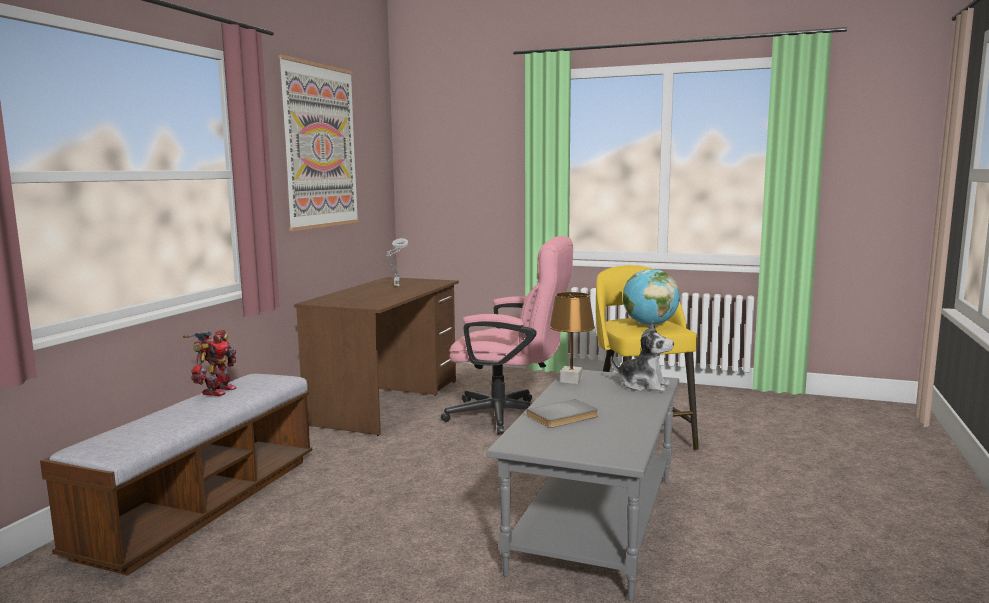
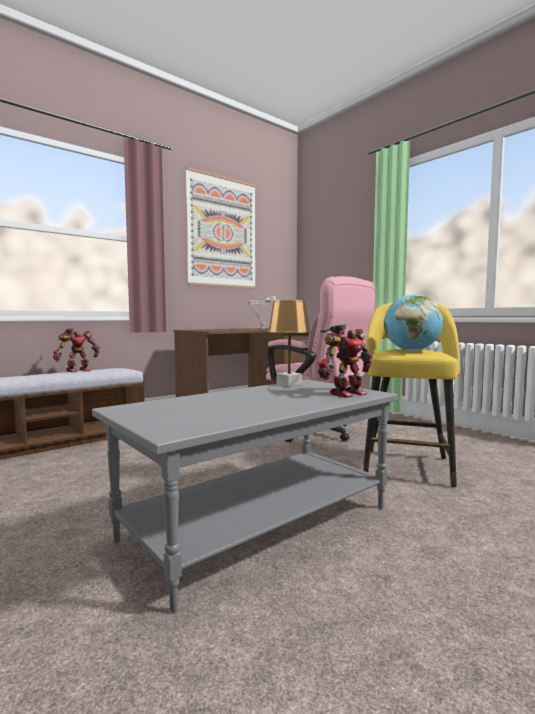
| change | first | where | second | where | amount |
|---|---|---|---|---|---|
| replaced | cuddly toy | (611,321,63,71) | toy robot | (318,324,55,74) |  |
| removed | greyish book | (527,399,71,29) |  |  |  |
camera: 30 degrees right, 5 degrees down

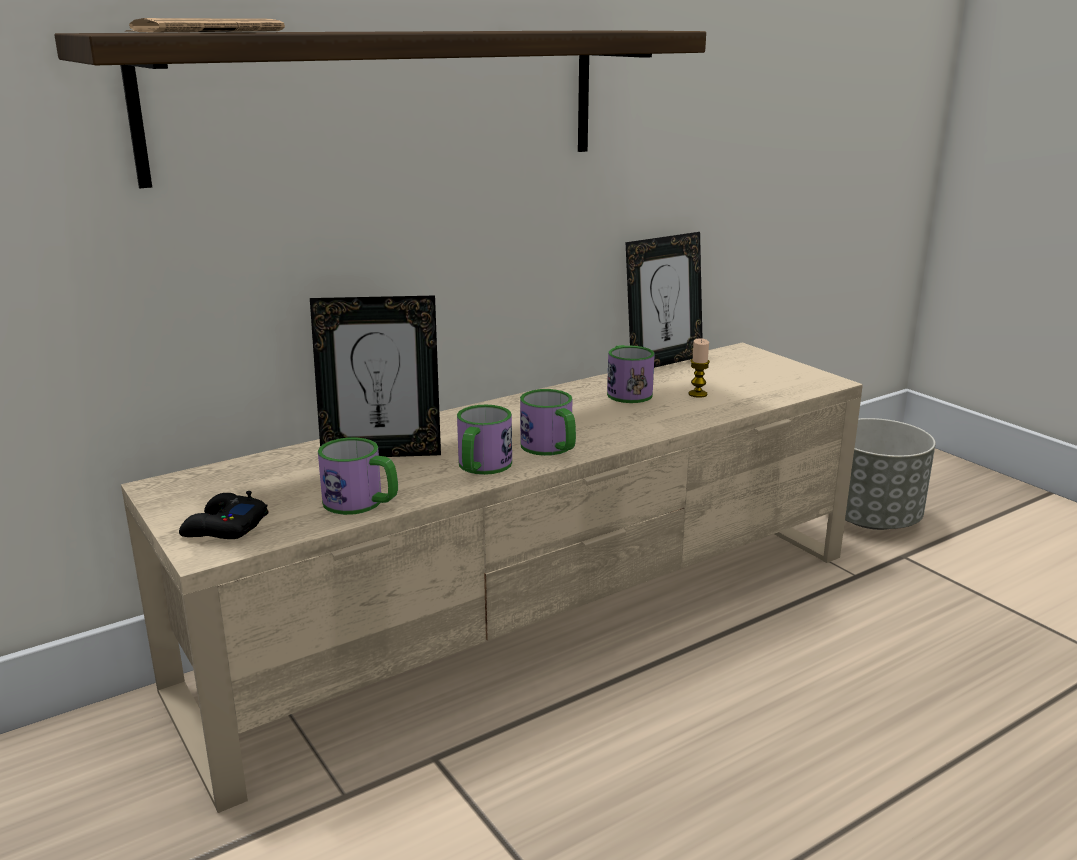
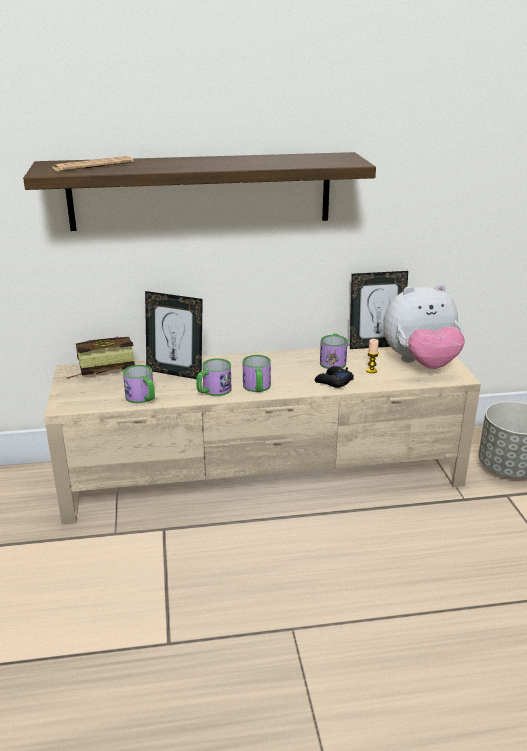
| change | first | where | second | where | amount |
|---|---|---|---|---|---|
| moved | black game controller | (179,491,89,48) |  | (315,366,39,22) |  |
| added |  |  | cuddly toy | (383,284,82,85) |  |
| added |  |  | book | (67,337,68,42) |  |
camera: 25 degrees right, 5 degrees up

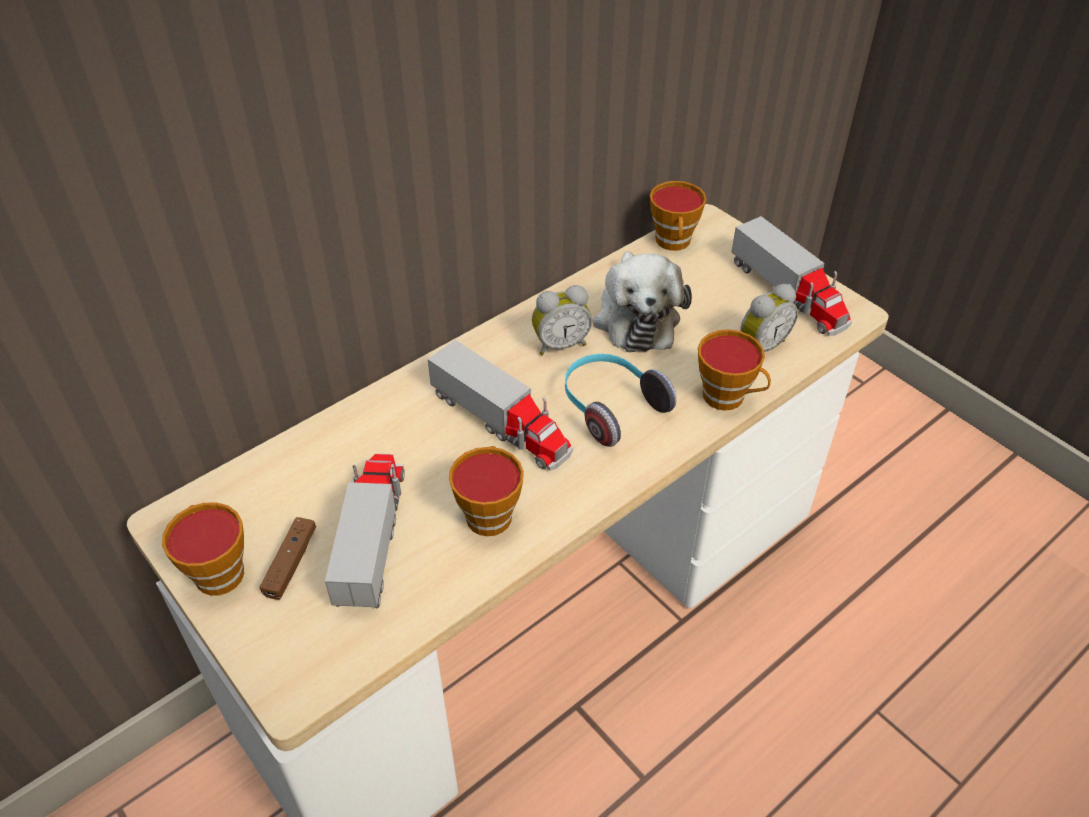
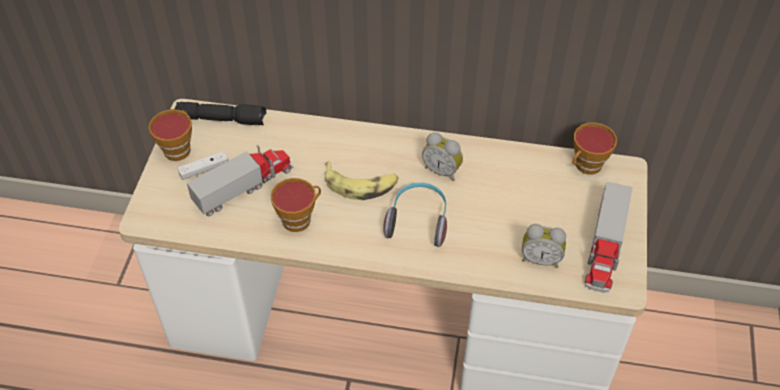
| change | first | where | second | where | amount |
|---|---|---|---|---|---|
| removed | cuddly toy | (593,251,99,101) |  |  |  |
| removed | drinking cup | (698,329,73,82) |  |  |  |
| replaced | model truck | (428,340,145,131) | banana fruit | (325,161,73,39) |  |
| recoloured | brown game controller | (260,517,56,83) | whitish game controller | (177,151,52,29) |  |
| added |  |  | black hand torch | (174,102,92,23) |  |
camera: 50 degrees right, 5 degrees up

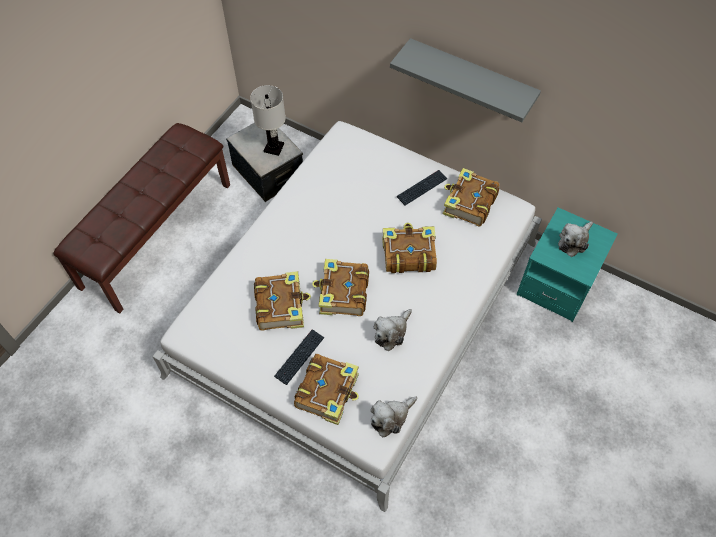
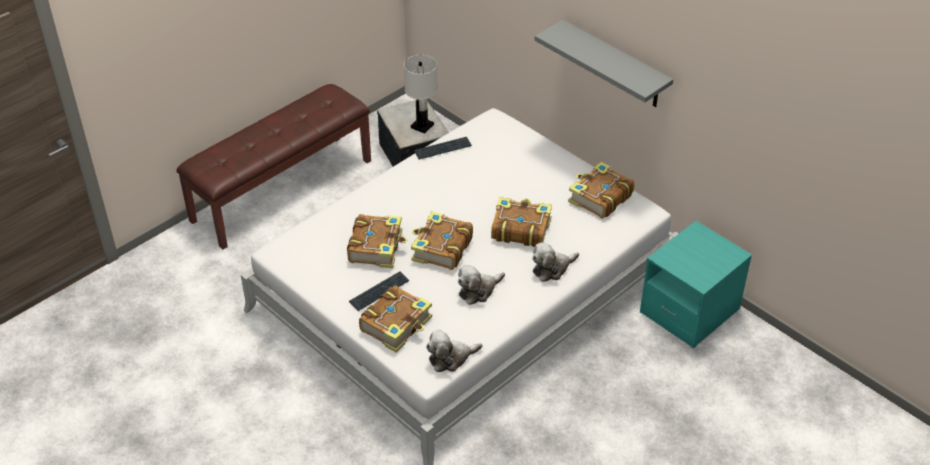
| change | first | where | second | where | amount |
|---|---|---|---|---|---|
| moved | PC keyboard | (397,170,50,35) |  | (414,137,58,23) |  |
| moved | cuddly toy | (558,221,35,36) |  | (532,242,47,40) |  |
camera: 15 degrees right, 15 degrees down

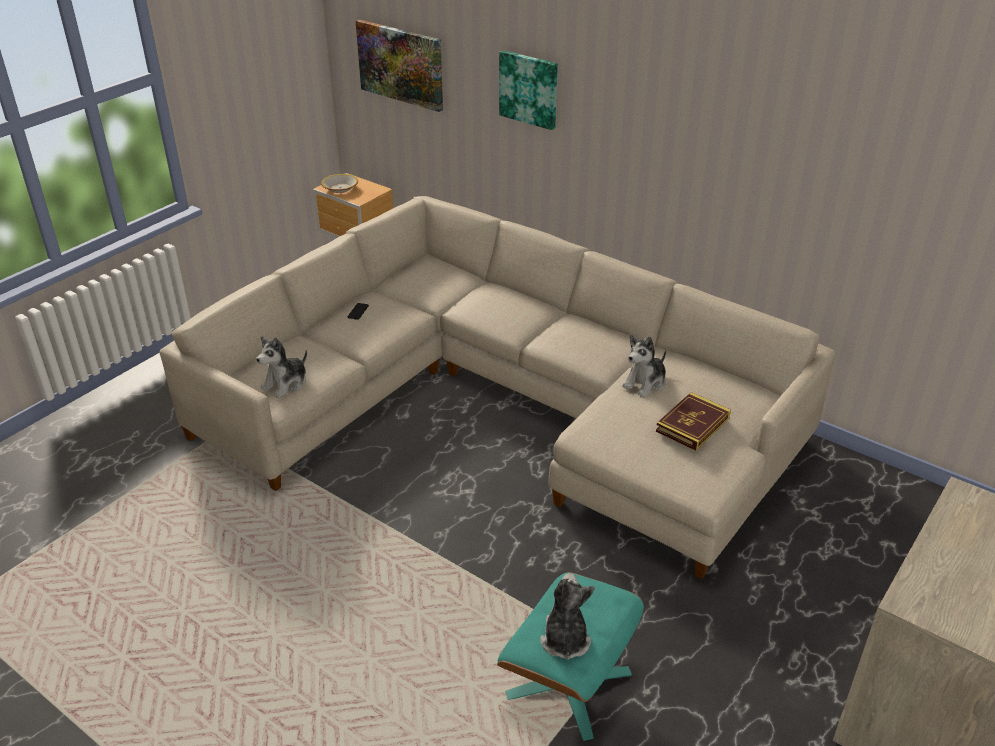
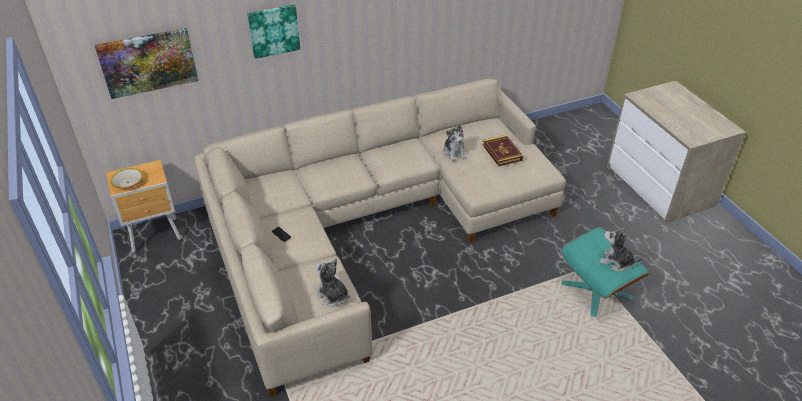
| change | first | where | second | where | amount |
|---|---|---|---|---|---|
| turned | cuddly toy | (256,336,51,62) |  | (314,258,36,49) | 150 degrees clockwise |
camera: 60 degrees left, 5 degrees up

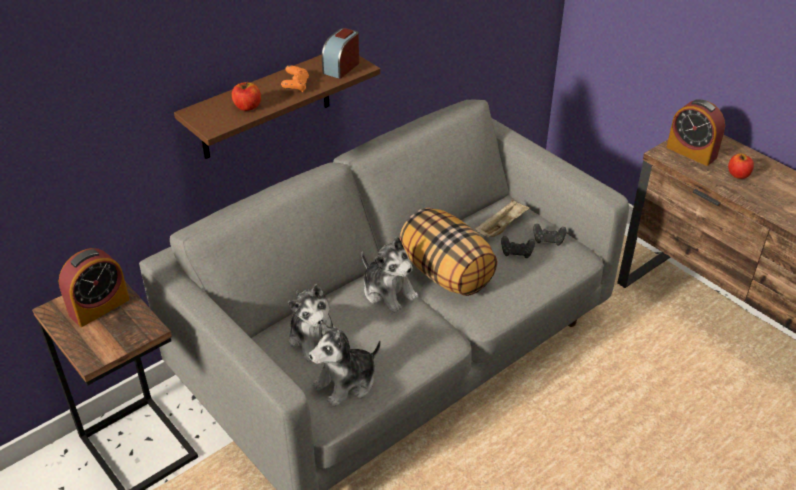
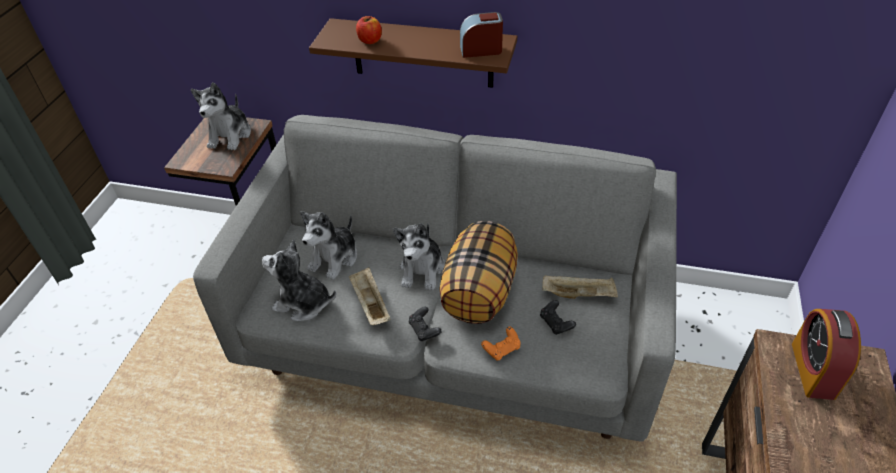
| change | first | where | second | where | amount |
|---|---|---|---|---|---|
| moved | orange-coloured game controller | (281,65,28,27) |  | (481,327,39,34) |  |
| removed | apple fruit | (728,153,26,26) |  |  |  |
| moved | black game controller | (533,224,34,22) |  | (409,307,32,34) |  |
| replaced | alarm clock | (59,248,71,79) | cuddly toy | (191,82,60,68) |  |
| added |  |  | beige carrying tray | (349,267,41,58) |  |
camera: 55 degrees right, 5 degrees up

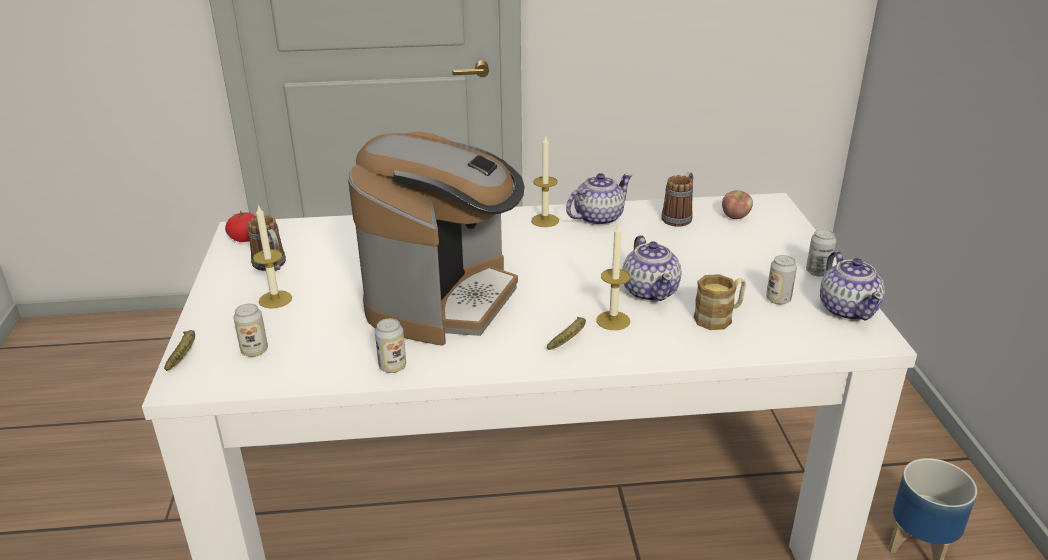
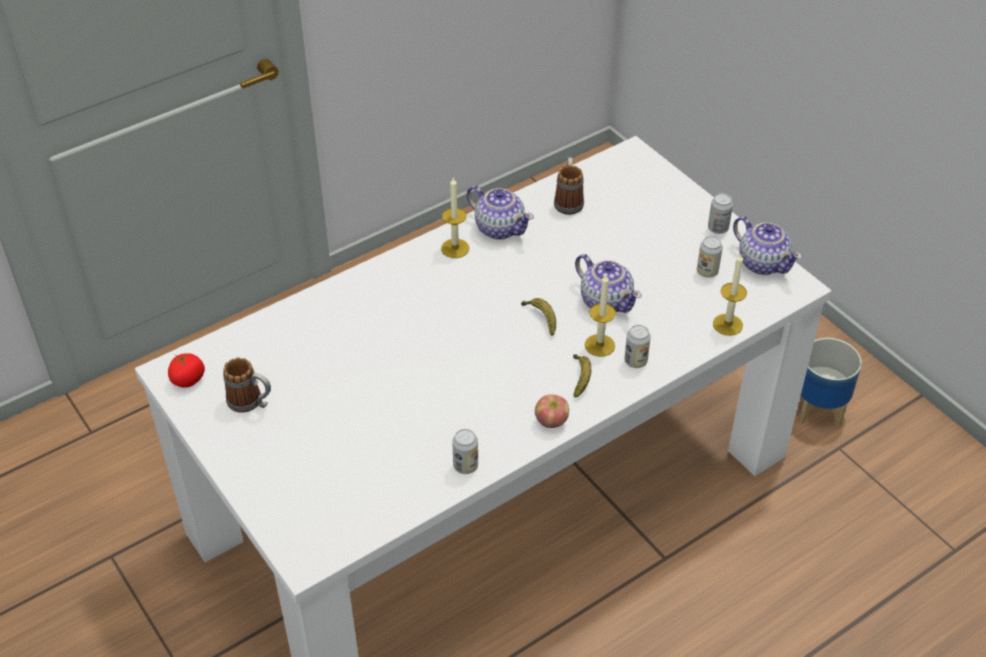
| change | first | where | second | where | amount |
|---|---|---|---|---|---|
| removed | coffee machine | (348,132,176,214) |  |  |  |
| turned | tea pot | (566,173,66,53) |  | (467,185,67,55) | 105 degrees clockwise |
| moved | apple fruit | (722,190,31,29) |  | (535,394,34,34) |  |
| moved | wax candle | (253,205,39,104) |  | (713,254,34,82) |  |
| removed | tea mug | (694,274,52,56) |  |  |  |
| moved | sealed can | (233,304,35,53) |  | (624,325,27,43) |  |
| moved | banana fruit | (164,330,31,41) |  | (521,298,35,38) |  |
camera: 30 degrees left, 15 degrees up

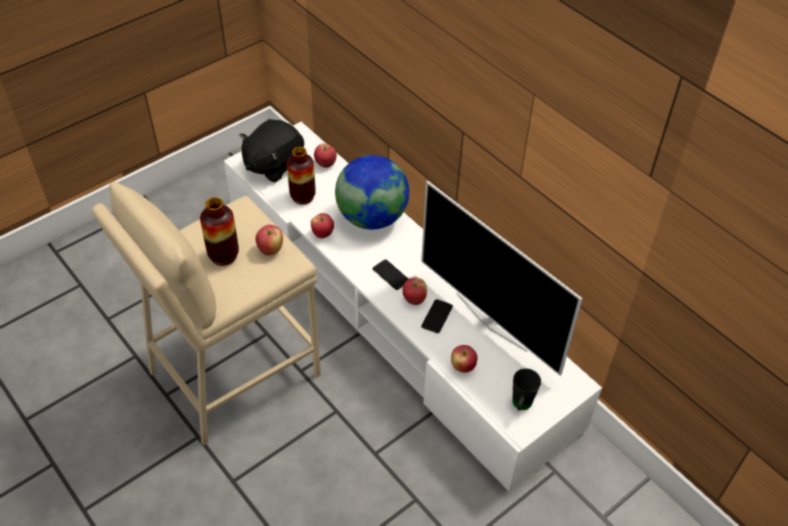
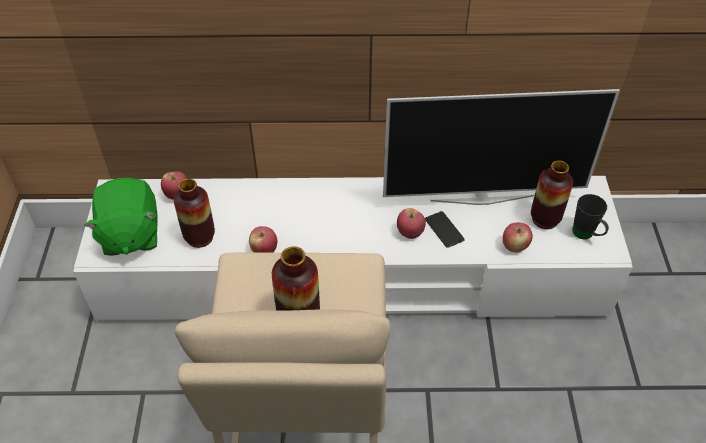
| change | first | where | second | where | amount |
|---|---|---|---|---|---|
| recoloured | black cuddly toy | (239,119,65,64) | green cuddly toy | (84,178,74,78) |  |
| removed | world globe | (335,155,74,74) |  |  |  |
| removed | apple fruit | (256,225,27,31) |  |  |  |
| removed | phone | (373,260,35,30) |  |  |  |
| added |  |  | decorative vase | (531,160,42,69) |  |
camera: 50 degrees left, 0 degrees up

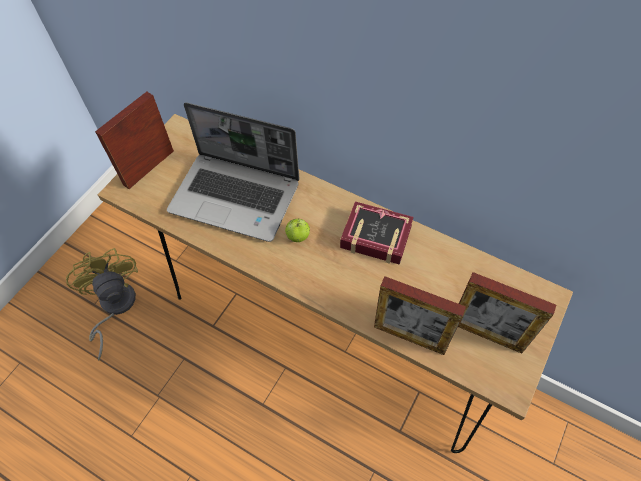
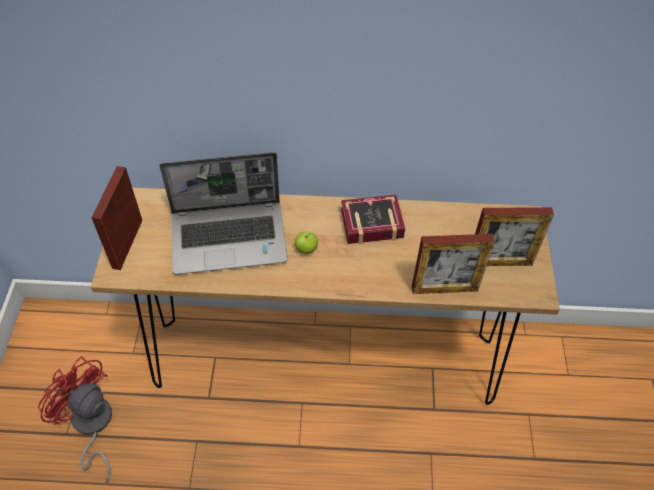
| change | first | where | second | where | amount |
|---|---|---|---|---|---|
| recoloured | yellow electric fan | (66,248,72,112) | reddish electric fan | (38,356,74,129) |  |
camera: 30 degrees left, 5 degrees down

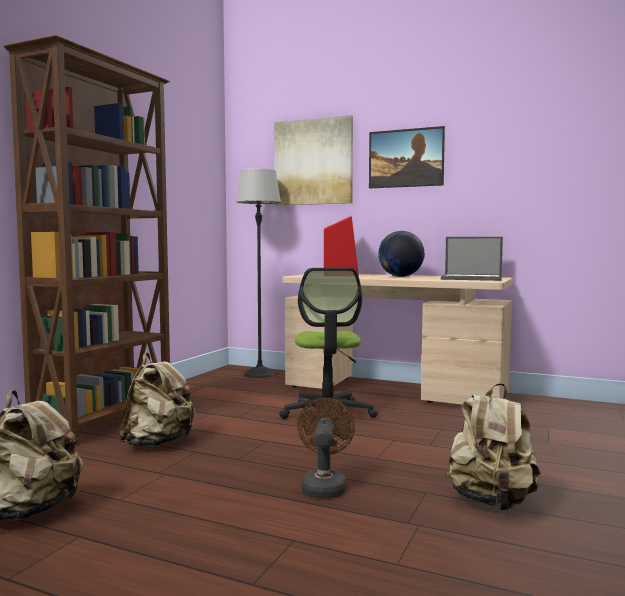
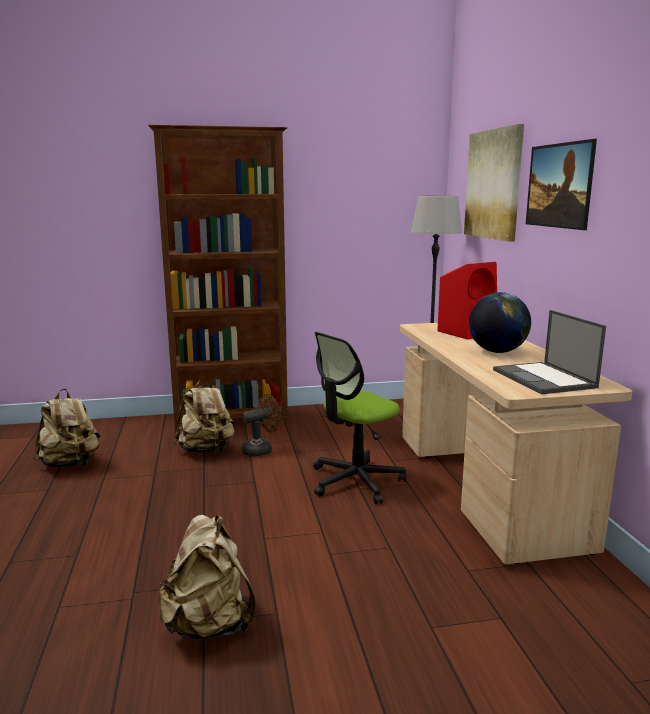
| change | first | where | second | where | amount |
|---|---|---|---|---|---|
| moved | brown electric fan | (297,398,58,100) |  | (242,394,39,63) |  |
camera: 55 degrees right, 10 degrees up

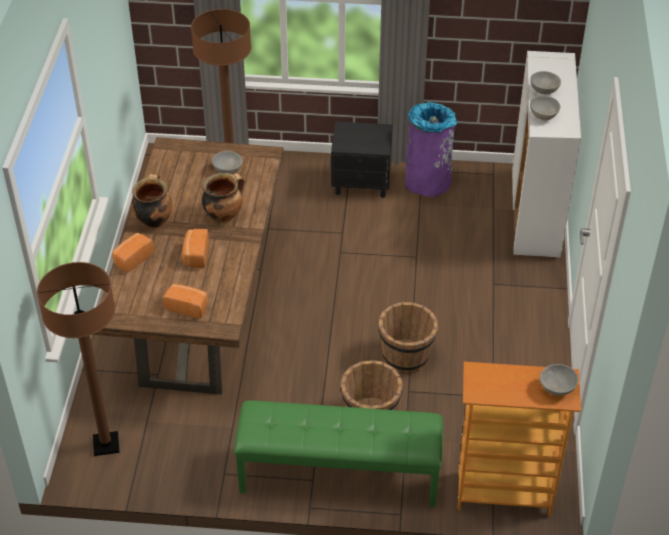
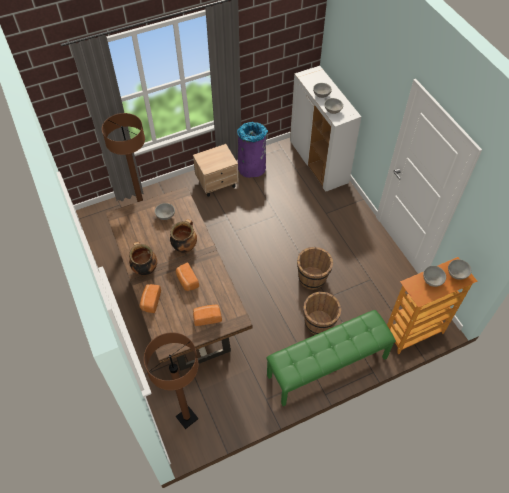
| change | first | where | second | where | amount |
|---|---|---|---|---|---|
| recoloured | black night table | (331,121,62,77) | beige night table | (193,144,46,53) |  |
| added |  |  | greyish serving bowl | (423,266,23,21) |  |
camera: 30 degrees left, 10 degrees up

